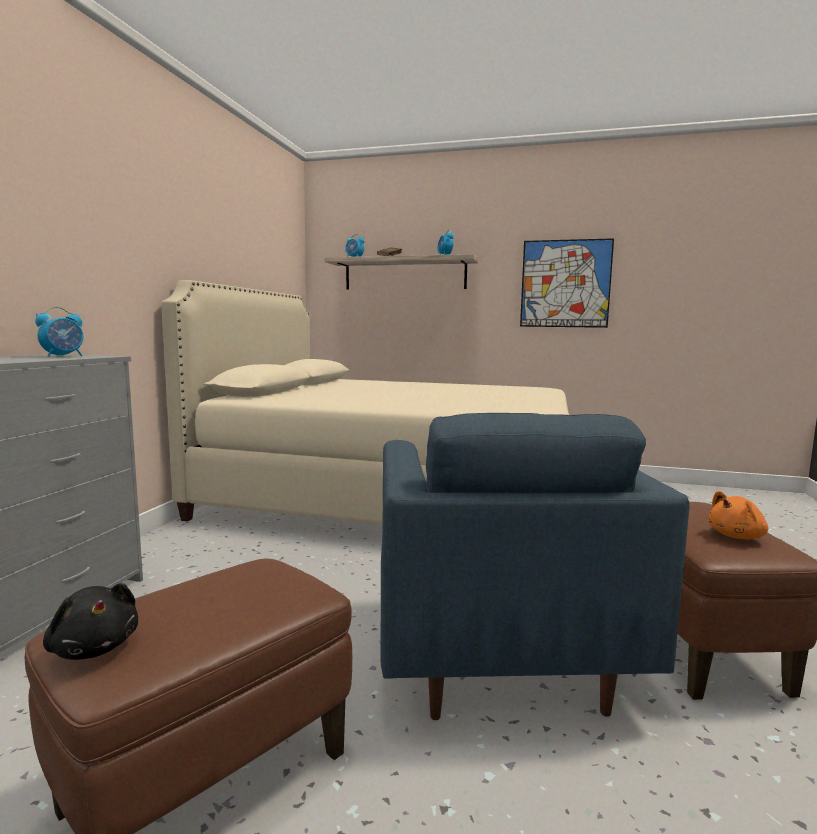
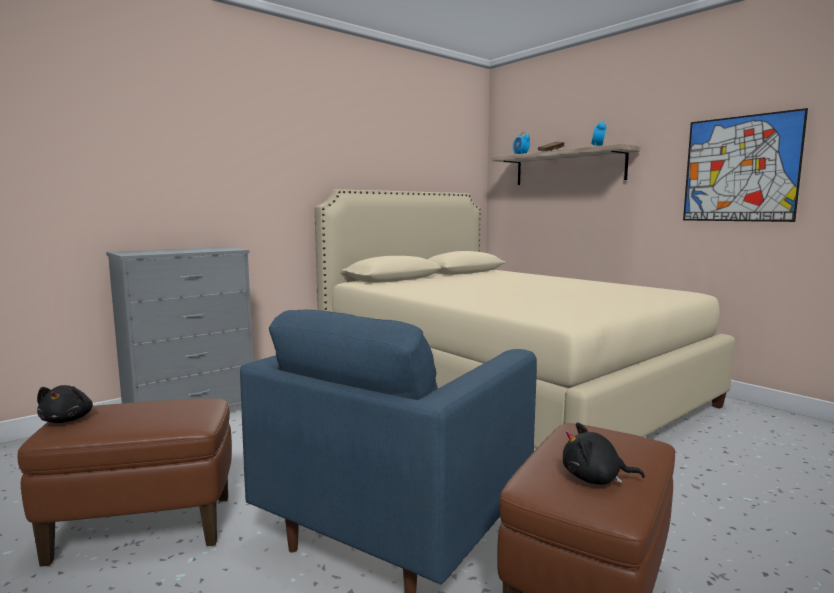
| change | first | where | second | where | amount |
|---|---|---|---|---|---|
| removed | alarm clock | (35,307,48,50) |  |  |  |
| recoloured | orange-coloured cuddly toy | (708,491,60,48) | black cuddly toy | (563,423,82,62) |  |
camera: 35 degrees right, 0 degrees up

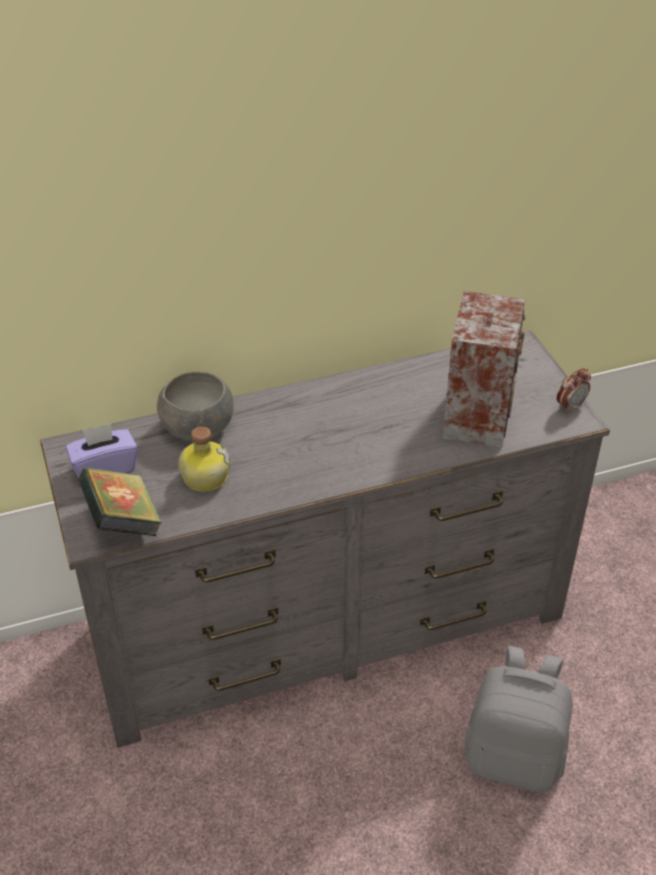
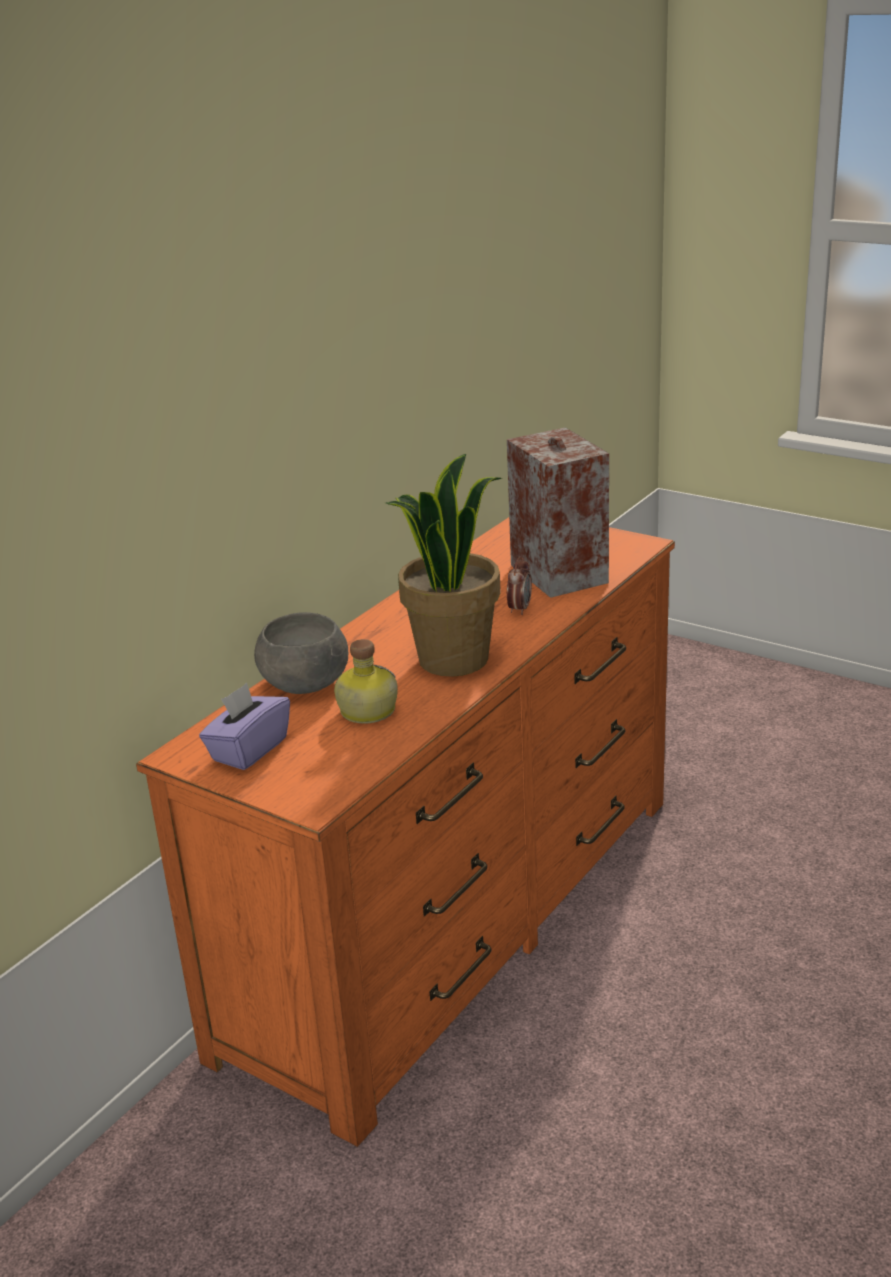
| change | first | where | second | where | amount |
|---|---|---|---|---|---|
| recoloured | greyish dresser | (40,331,570,417) | orange-coloured dresser | (136,517,539,630) |  |
| moved | alarm clock | (557,368,34,46) |  | (507,556,25,59) |  |
| removed | book | (78,468,84,68) |  |  |  |
| removed | greyish rucksack | (464,646,109,146) |  |  |  |
| added |  |  | plant in a pot | (386,454,116,223) |  |
camera: 35 degrees left, 15 degrees down

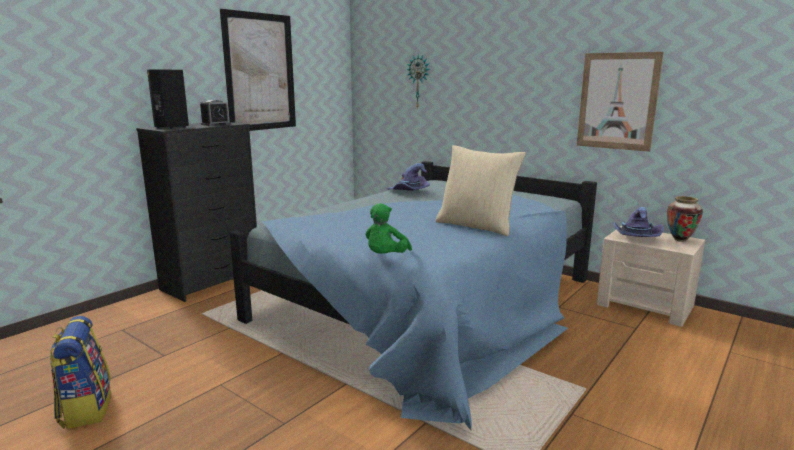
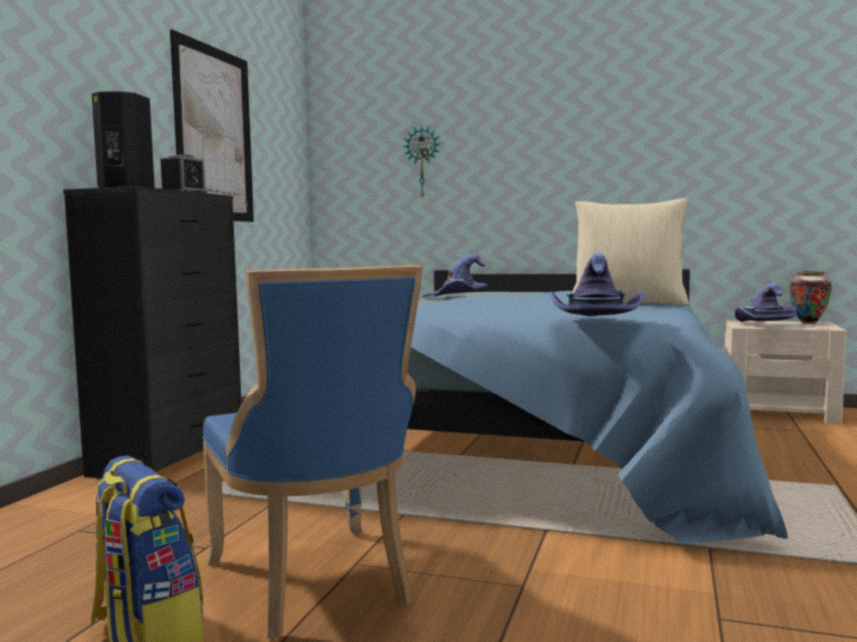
| change | first | where | second | where | amount |
|---|---|---|---|---|---|
| removed | picture | (577,52,87,100) |  |  |  |
| replaced | green cuddly toy | (365,203,47,51) | purplish wearable hat | (549,253,97,64) |  |
| added |  |  | blue-coloured plain chair | (202,265,221,374) |  |
camera: 20 degrees left, 10 degrees down

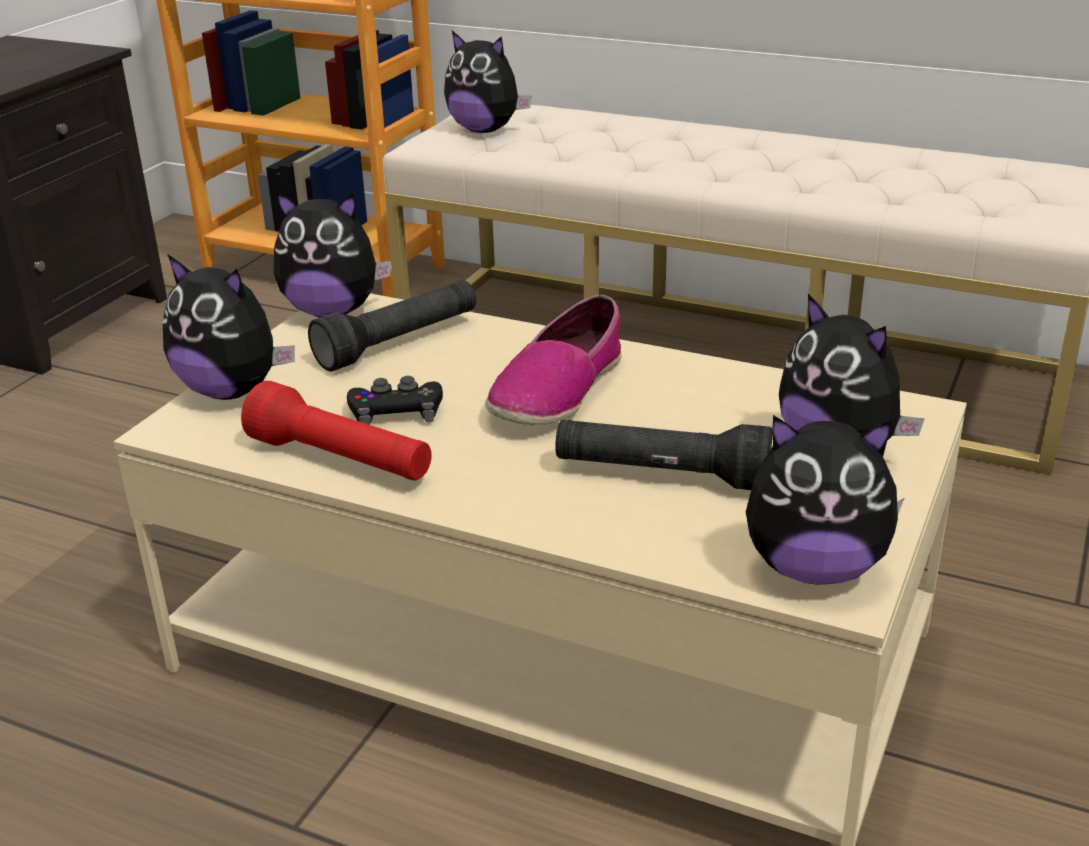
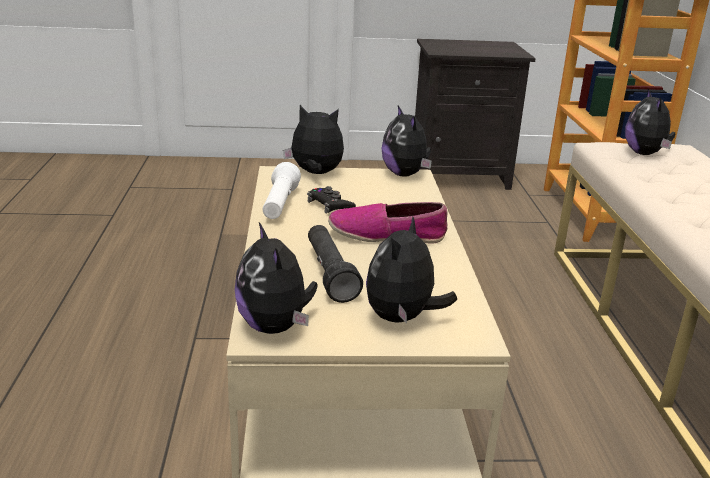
| change | first | where | second | where | amount |
|---|---|---|---|---|---|
| turned | cuddly toy | (163,255,132,145) |  | (283,105,61,69) | 105 degrees clockwise |
| removed | black hand torch | (308,280,168,92) |  |  |  |
| recoloured | reddish hand torch | (241,381,191,100) | whitish hand torch | (263,162,38,57) |  |
camera: 60 degrees right, 5 degrees down

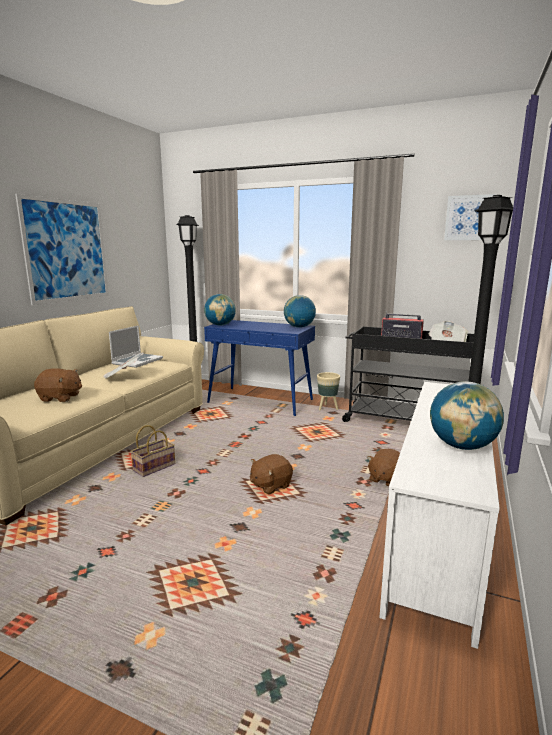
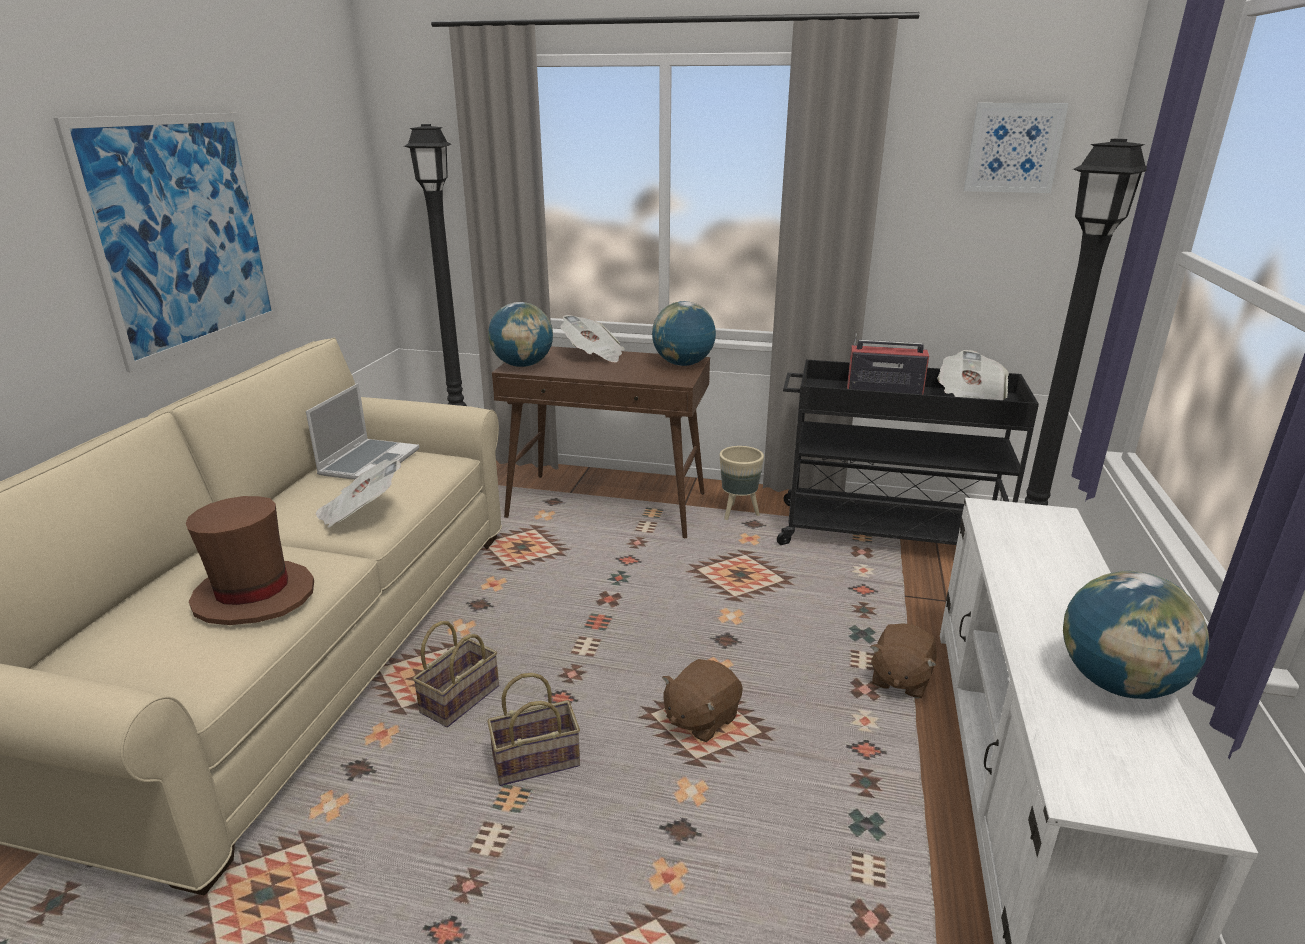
| change | first | where | second | where | amount |
|---|---|---|---|---|---|
| recoloured | blue-coloured narrow table | (204,320,111,96) | brown narrow table | (492,346,218,192) |  |
| replaced | brown cuddly toy | (34,368,48,34) | brown wearable hat | (186,496,128,129) |  |
| added |  |  | newspaper | (561,315,64,48) |  |
| added |  |  | basket | (487,673,93,113) |  |
camera: 10 degrees left, 10 degrees up

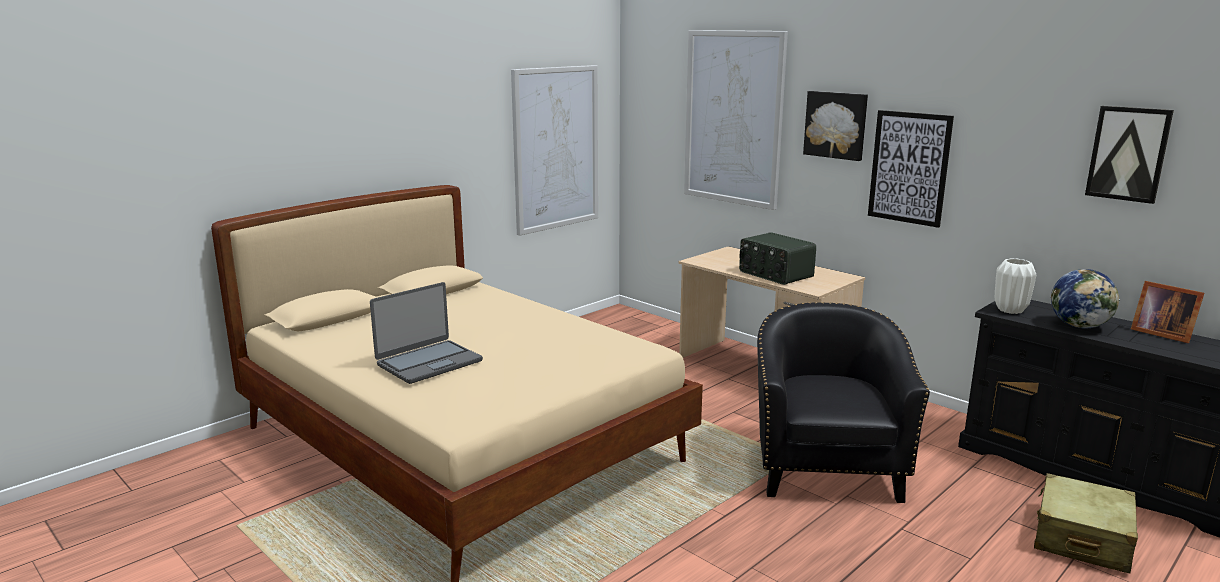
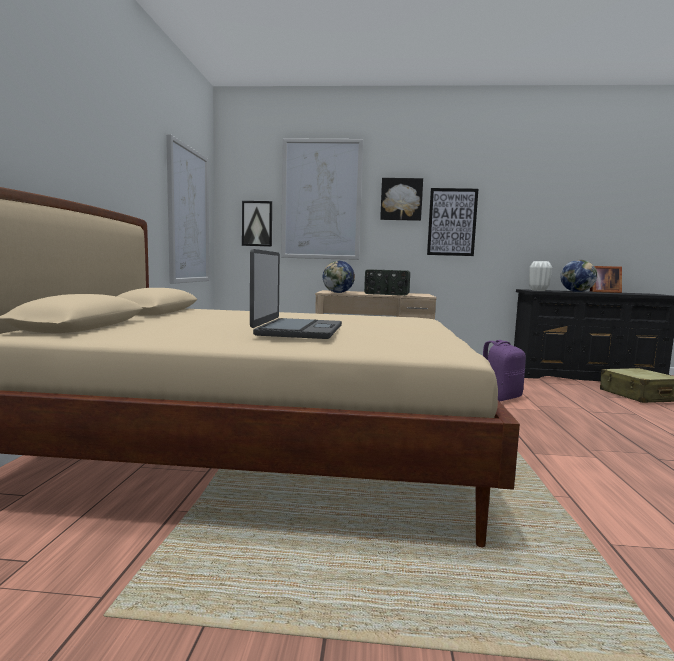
| change | first | where | second | where | amount |
|---|---|---|---|---|---|
| moved | picture | (1085,106,89,98) |  | (242,201,30,46) |  |
| replaced | black armchair | (757,302,173,201) | purplish rucksack | (483,340,43,62) |  |
| added |  |  | world globe | (323,261,32,32) |  |
camera: 40 degrees left, 10 degrees down

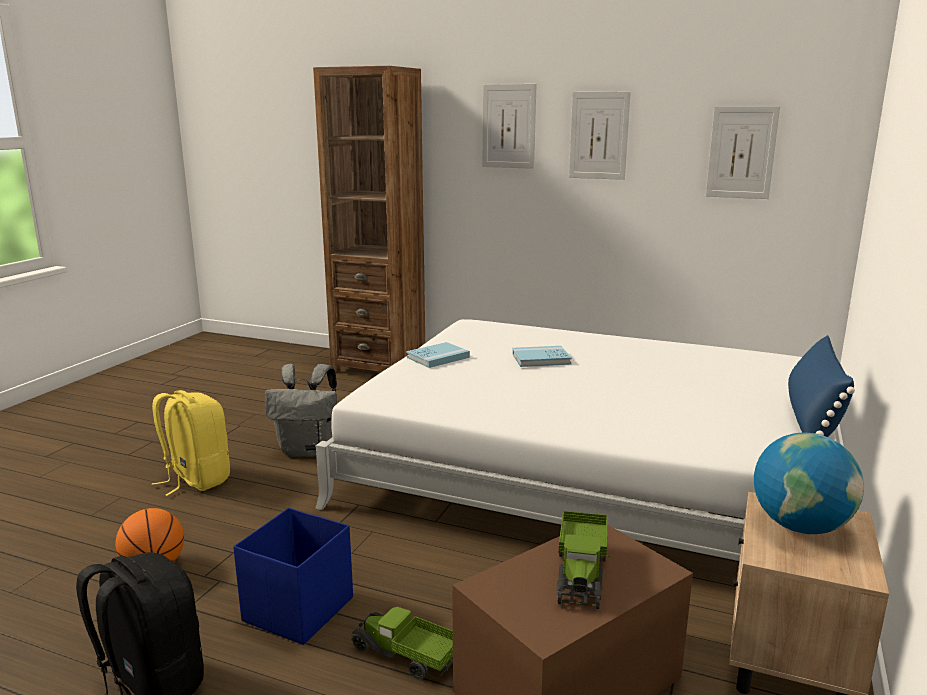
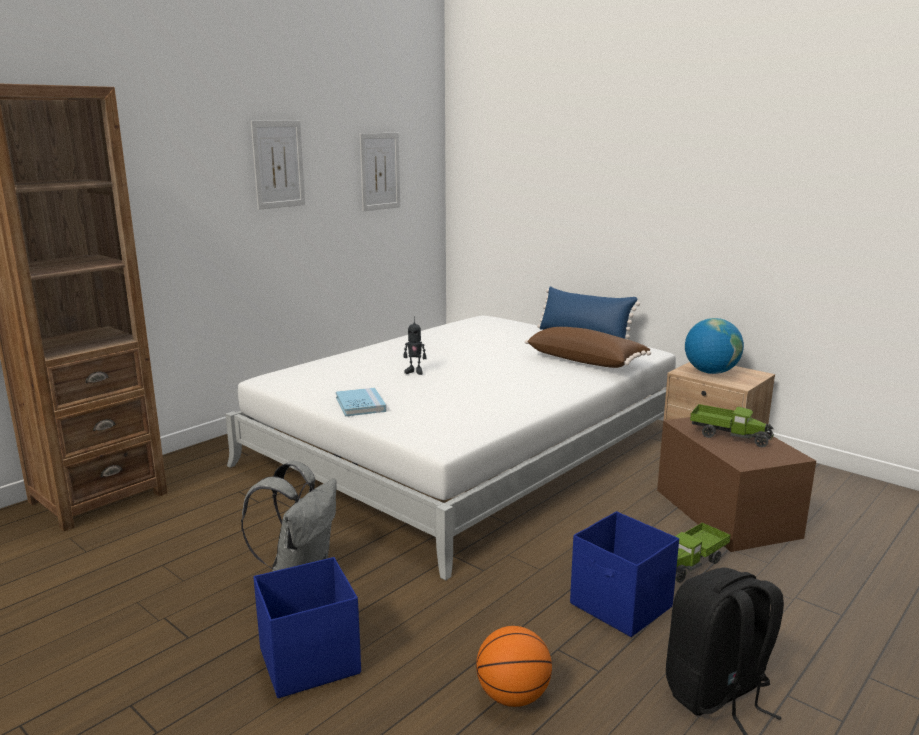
| change | first | where | second | where | amount |
|---|---|---|---|---|---|
| removed | picture | (482,84,55,85) |  |  |  |
| replaced | blue-coloured book | (512,346,60,21) | toy robot | (403,322,23,53) |  |
| replaced | yellow rucksack | (152,390,78,106) | blue-coloured storage box | (253,557,108,141) |  |
| added |  |  | brown pillow | (525,327,126,41) |  |
camera: 70 degrees left, 0 degrees up

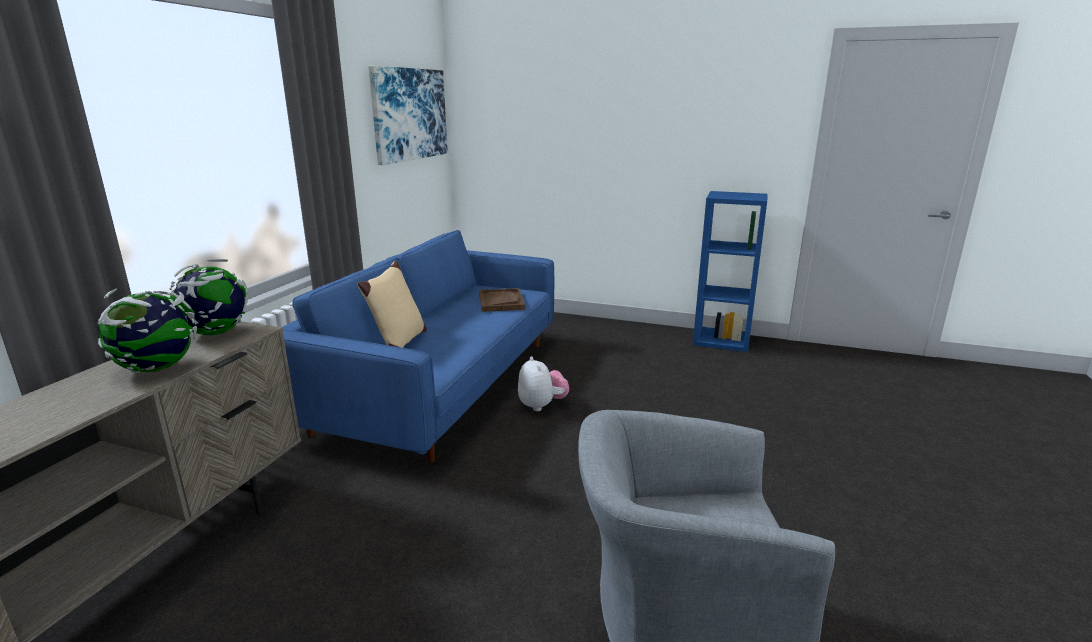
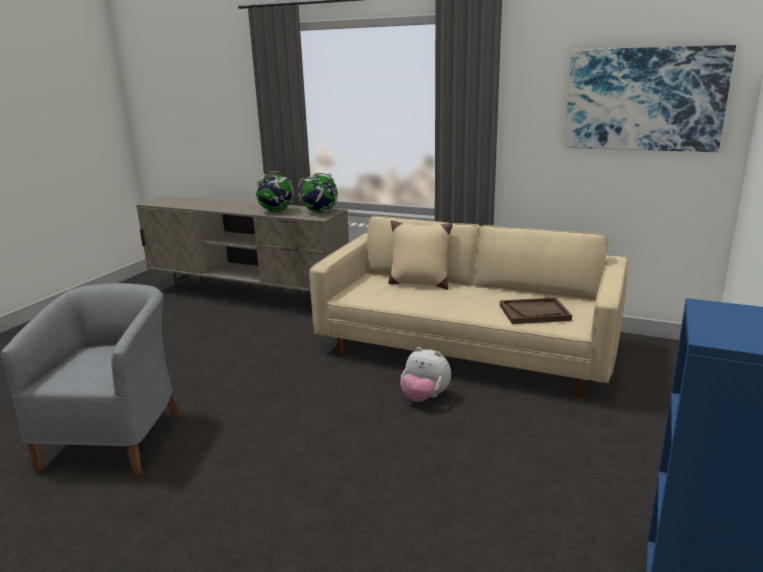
| change | first | where | second | where | amount |
|---|---|---|---|---|---|
| recoloured | blue-coloured settee | (283,230,271,233) | beige settee | (309,216,318,182) |  |
| turned | cuddly toy | (518,356,51,56) |  | (400,347,51,55) | 45 degrees clockwise |
camera: 95 degrees right, 0 degrees up

